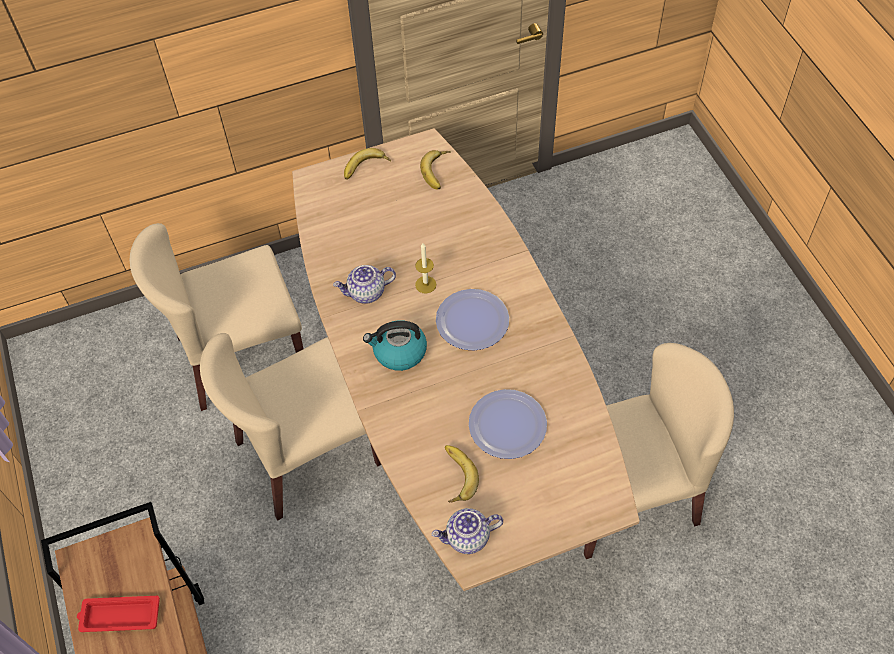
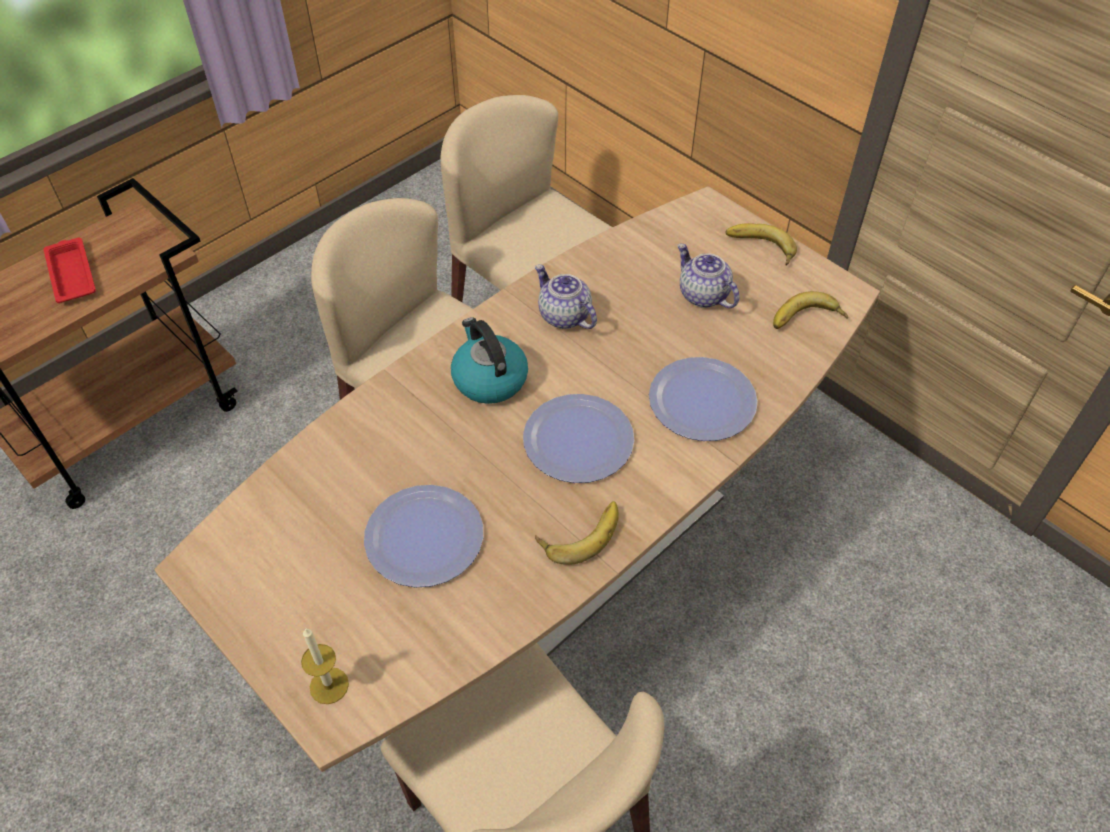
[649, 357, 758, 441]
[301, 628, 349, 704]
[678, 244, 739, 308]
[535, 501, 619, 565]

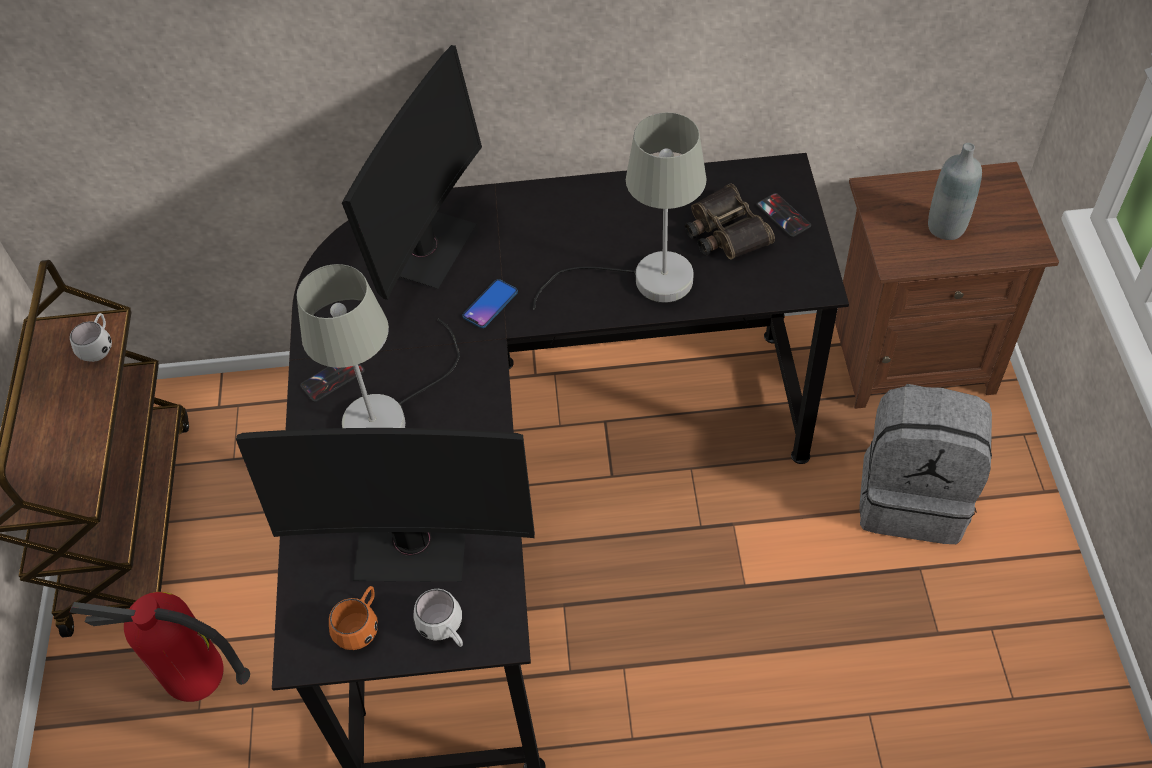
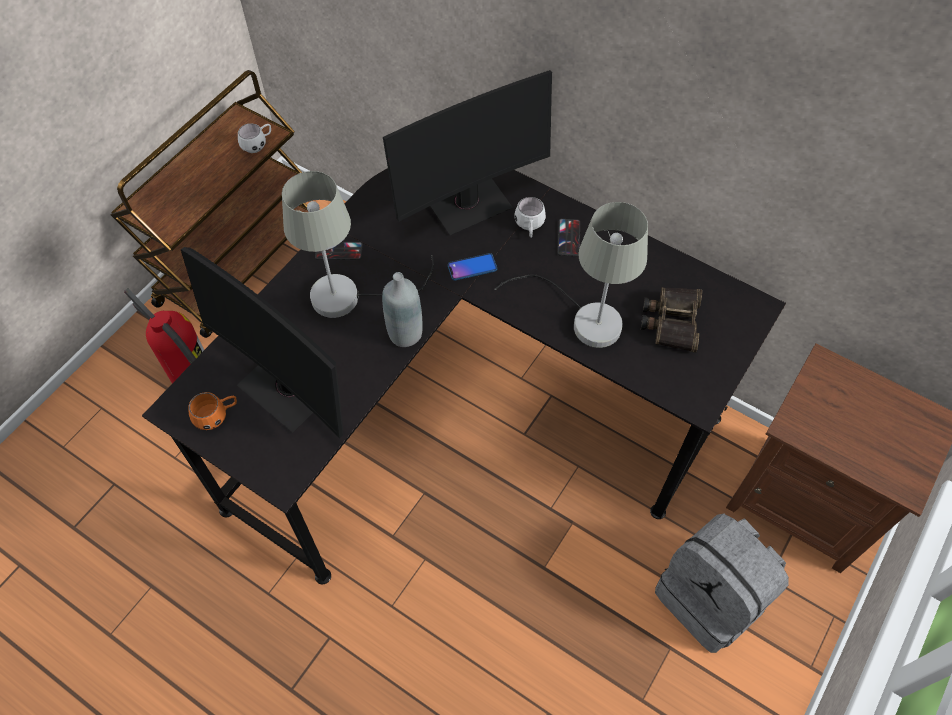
[514, 197, 546, 238]
[557, 219, 580, 256]
[382, 272, 423, 347]

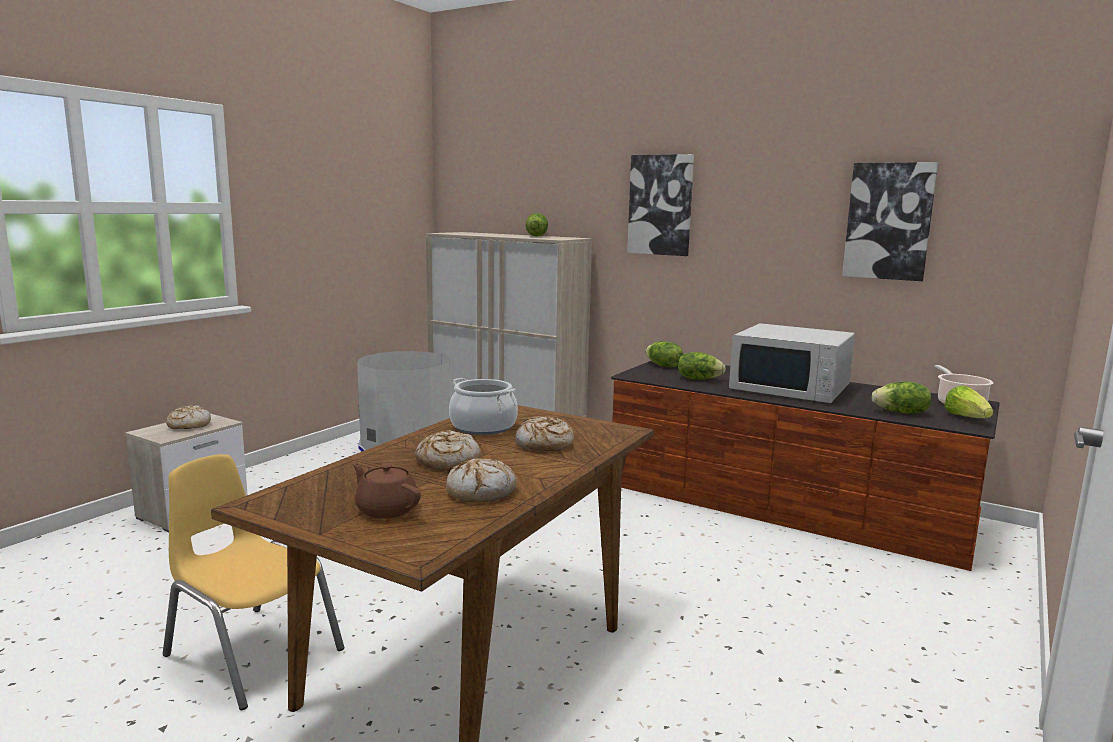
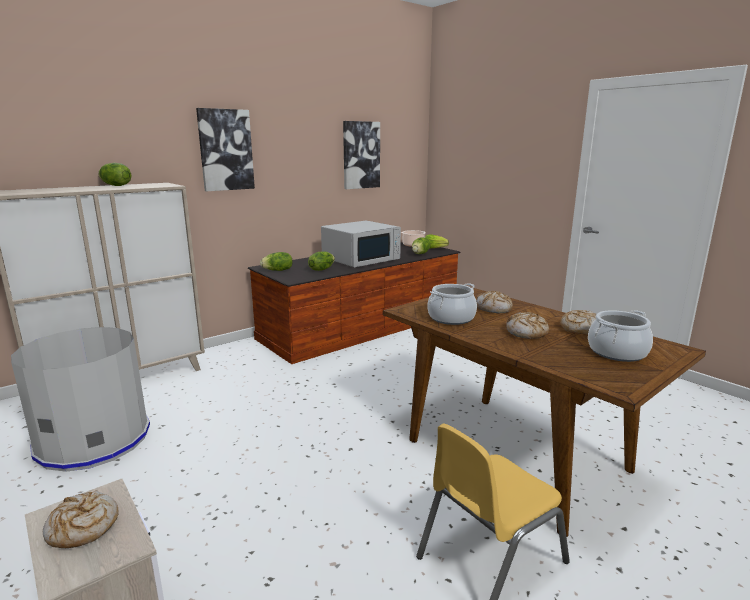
[588, 310, 653, 362]

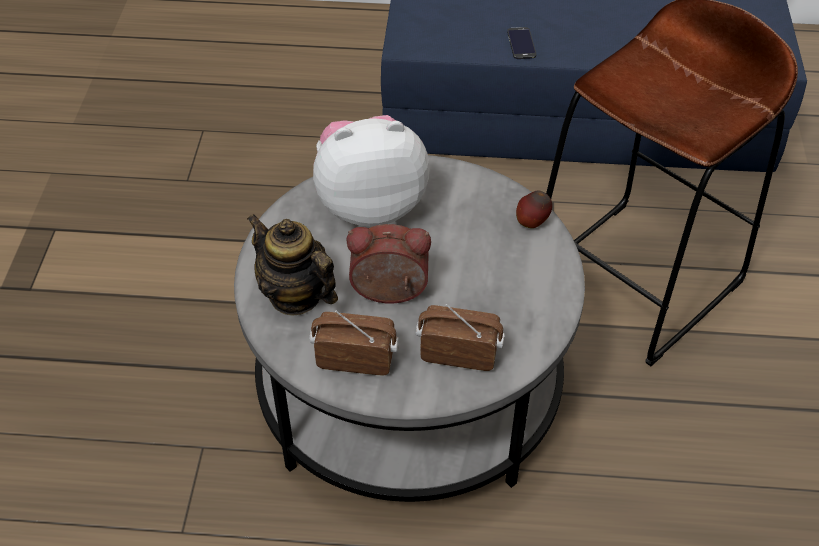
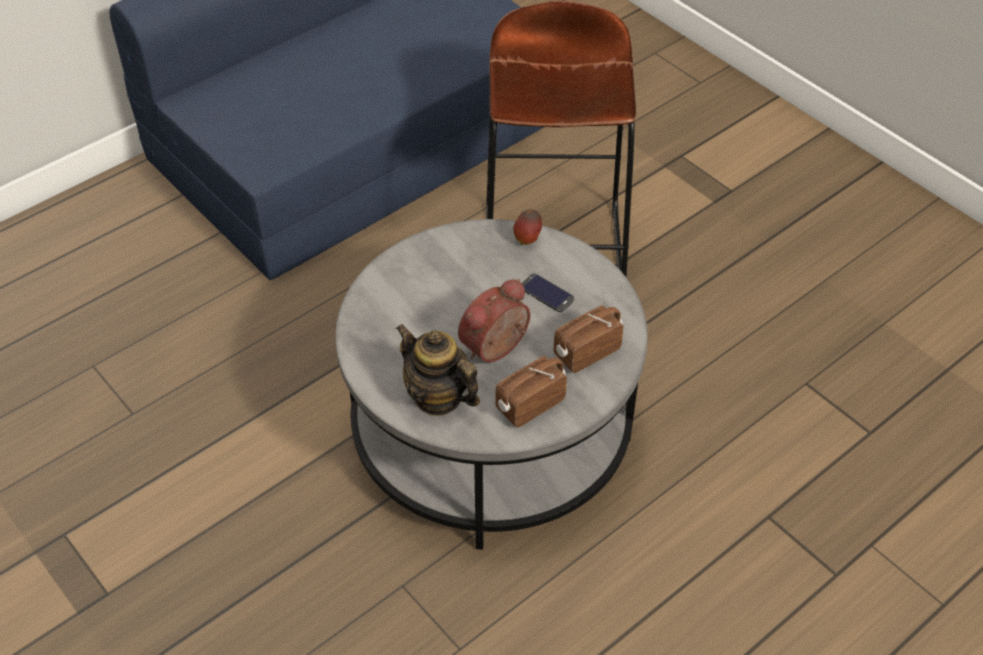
[313, 115, 430, 227] (first image)
[522, 273, 574, 312]
[396, 324, 480, 416]

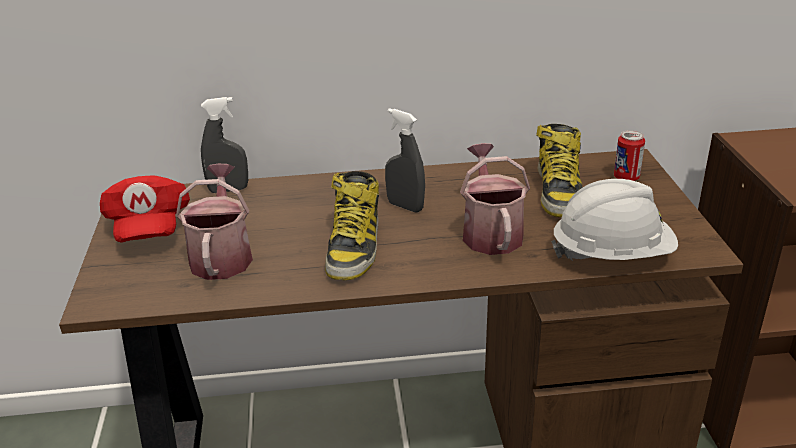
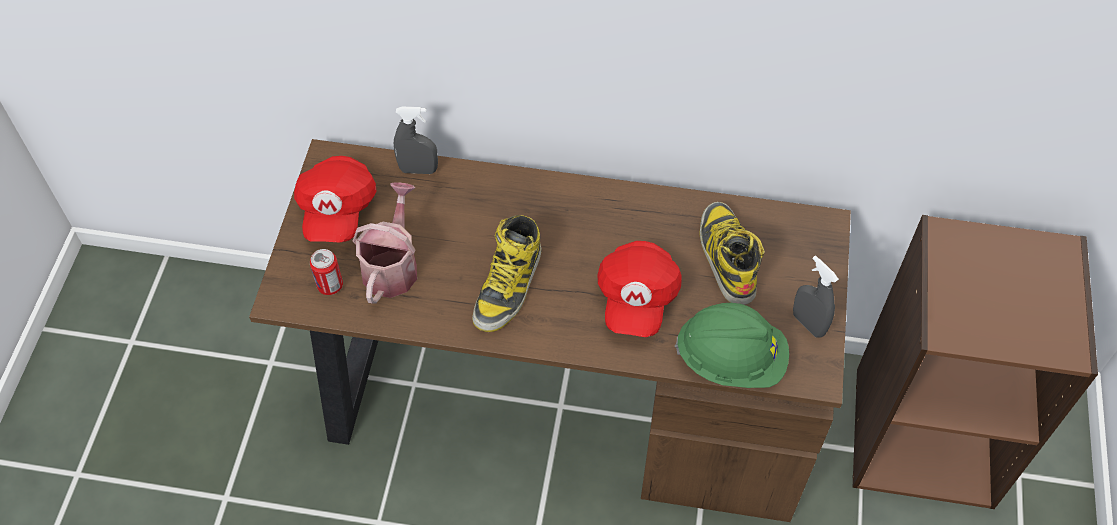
[793, 256, 839, 338]
[310, 249, 343, 295]
[597, 241, 682, 337]
[675, 303, 789, 388]
[700, 202, 765, 305]

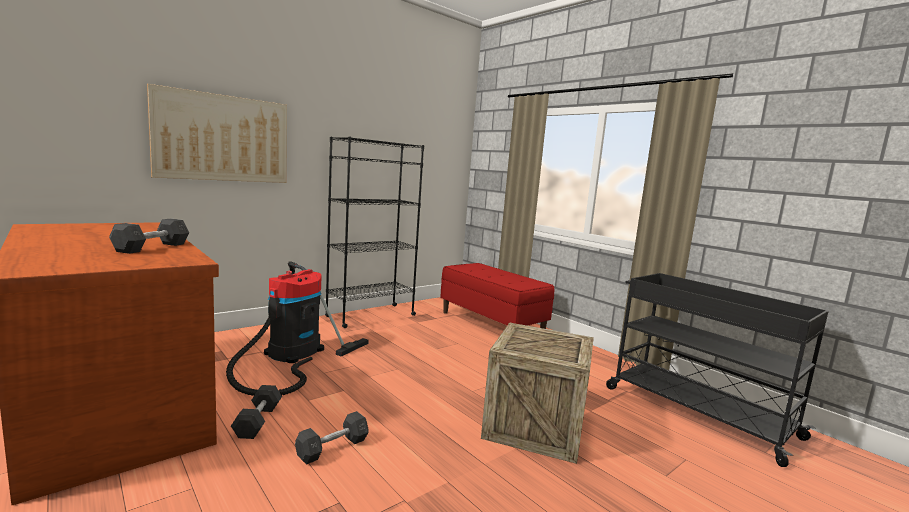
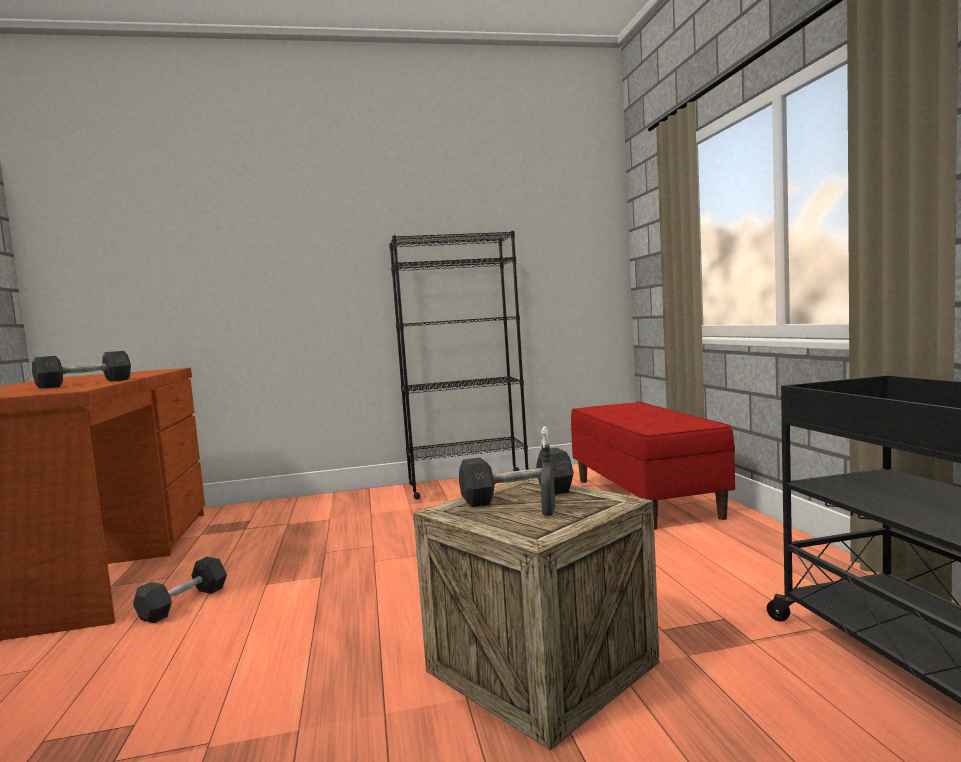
[147, 84, 287, 183] (first image)
[226, 261, 369, 396] (first image)
[540, 426, 555, 516]
[459, 448, 574, 507]

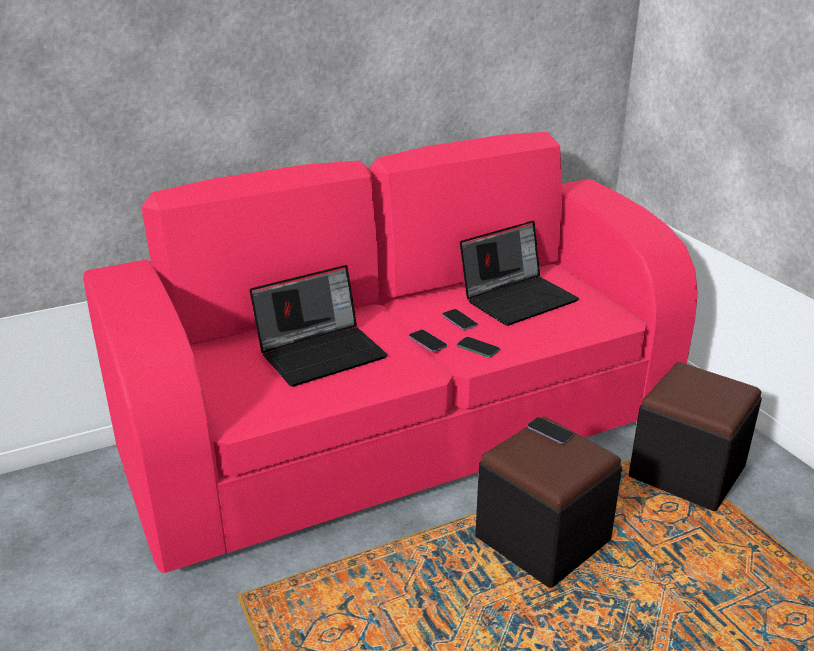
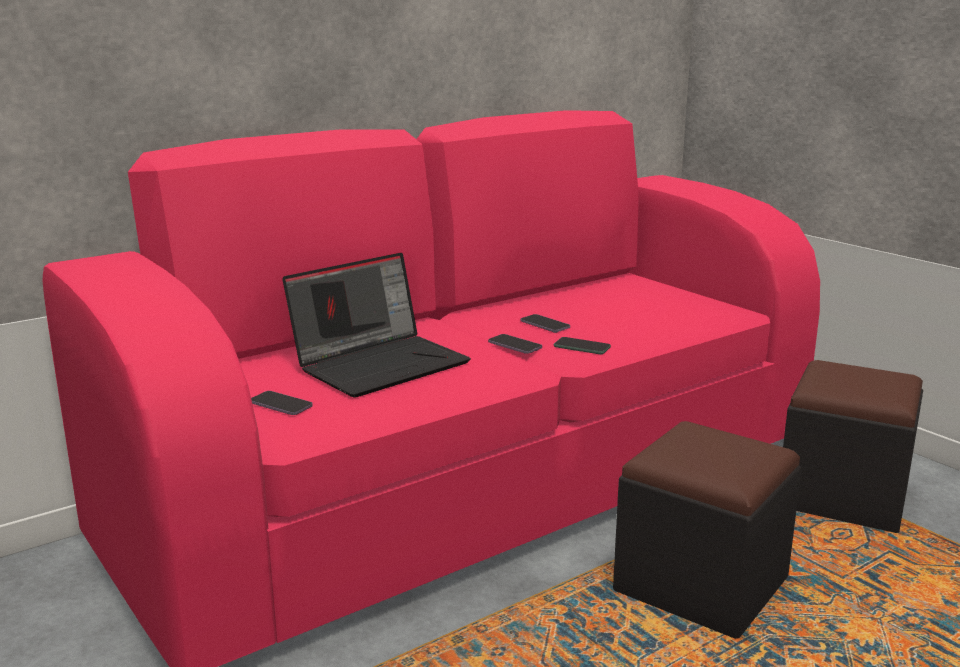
[460, 221, 579, 326] (first image)
[251, 391, 313, 415]

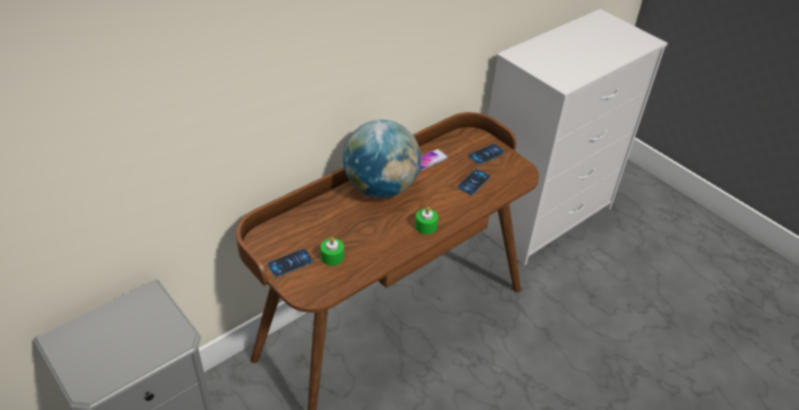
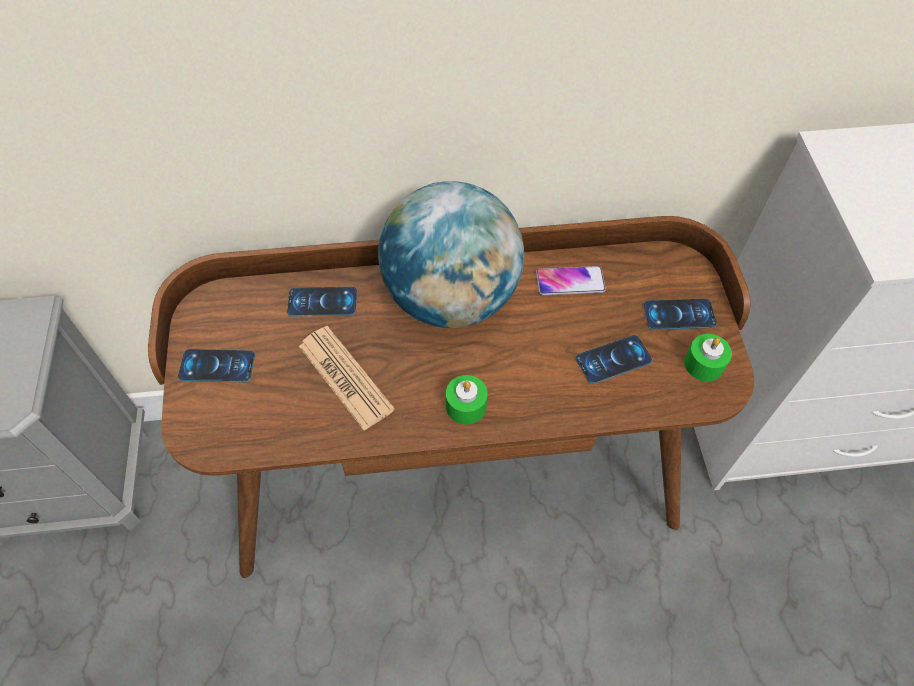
[287, 287, 357, 317]
[299, 326, 395, 431]
[684, 334, 732, 381]

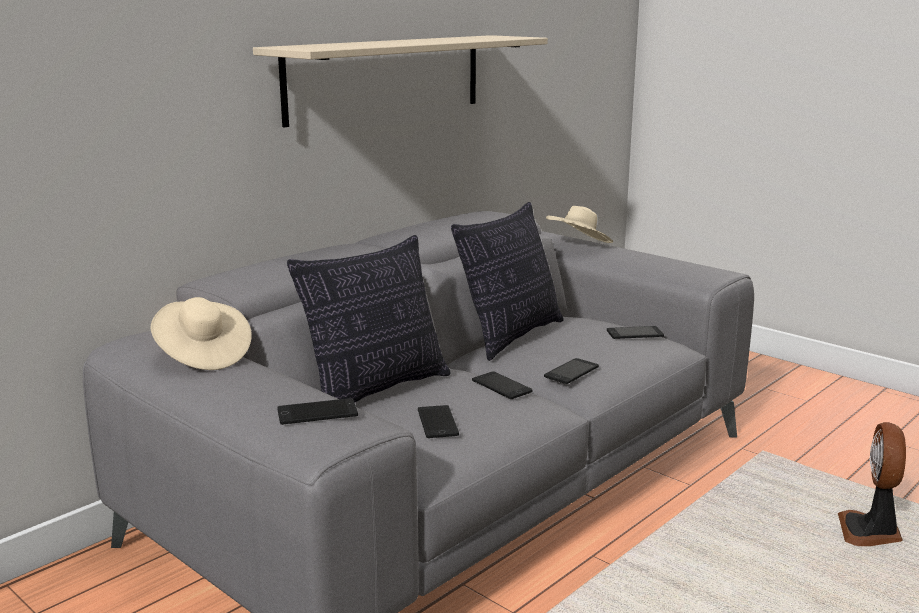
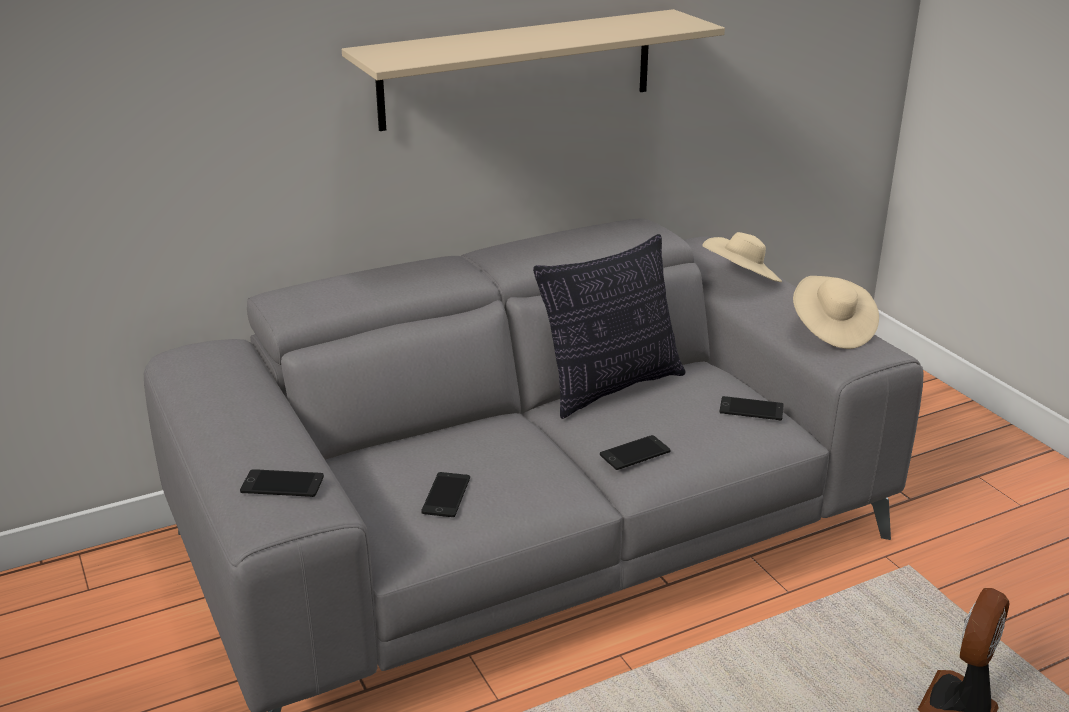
[287, 235, 450, 403] (first image)
[472, 371, 533, 399] (first image)
[793, 276, 879, 349]

